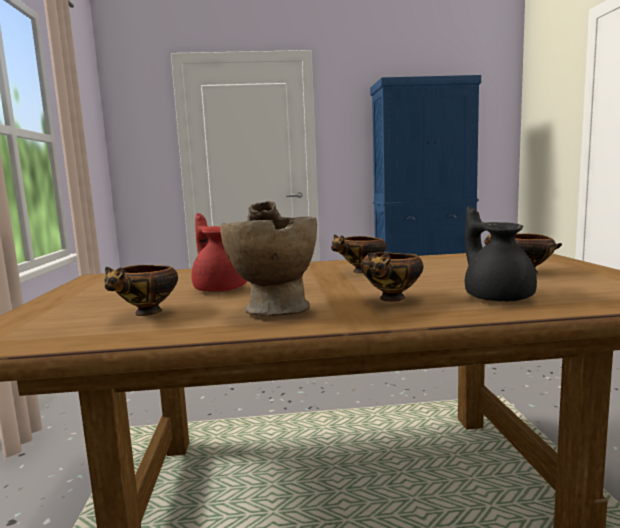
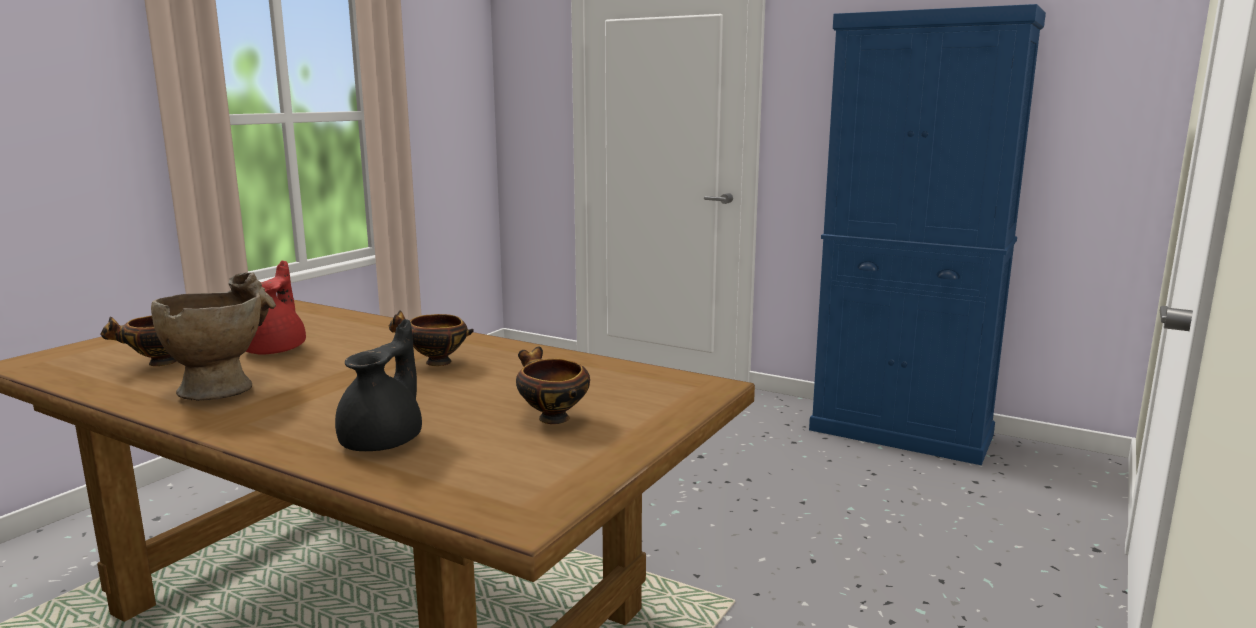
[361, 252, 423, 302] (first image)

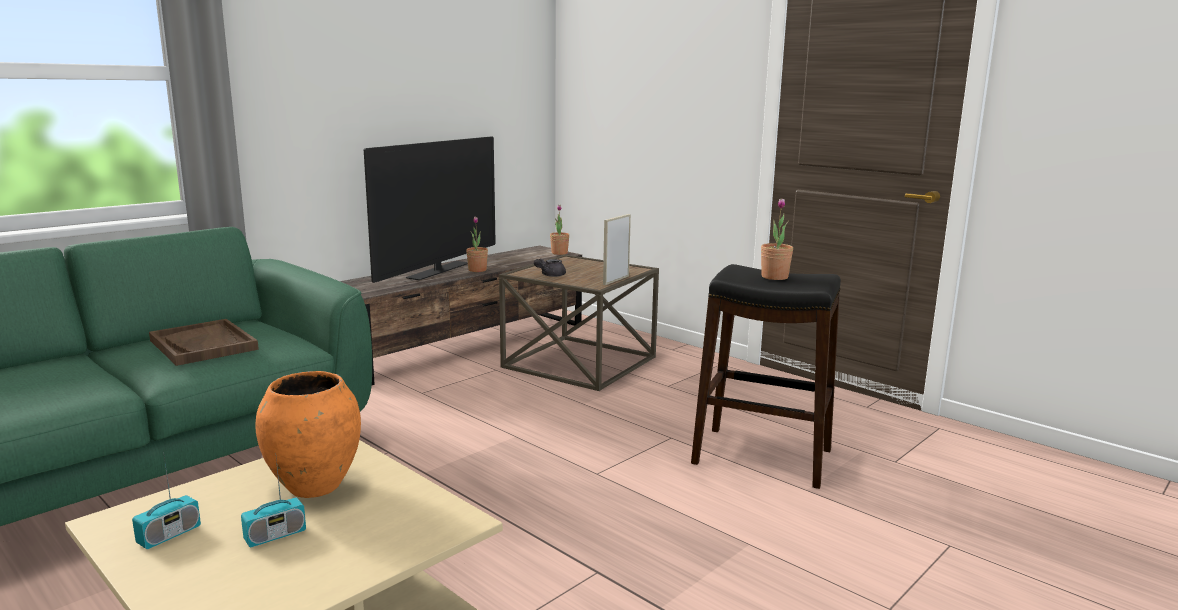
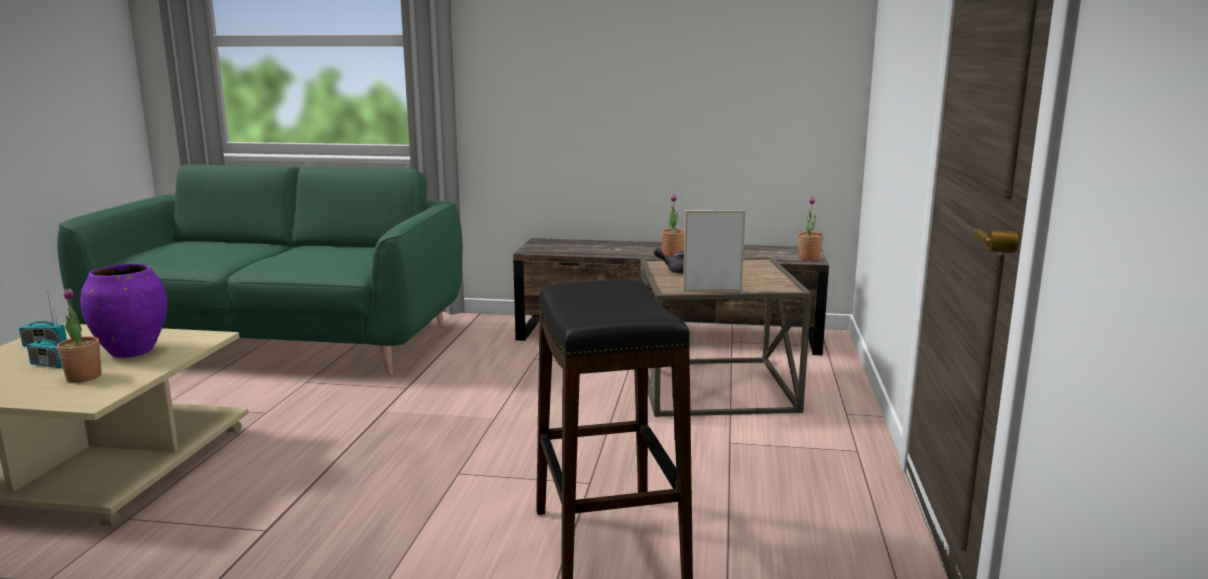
[149, 319, 259, 366] (first image)
[364, 136, 496, 283] (first image)
[57, 288, 101, 383]
[80, 264, 167, 358]

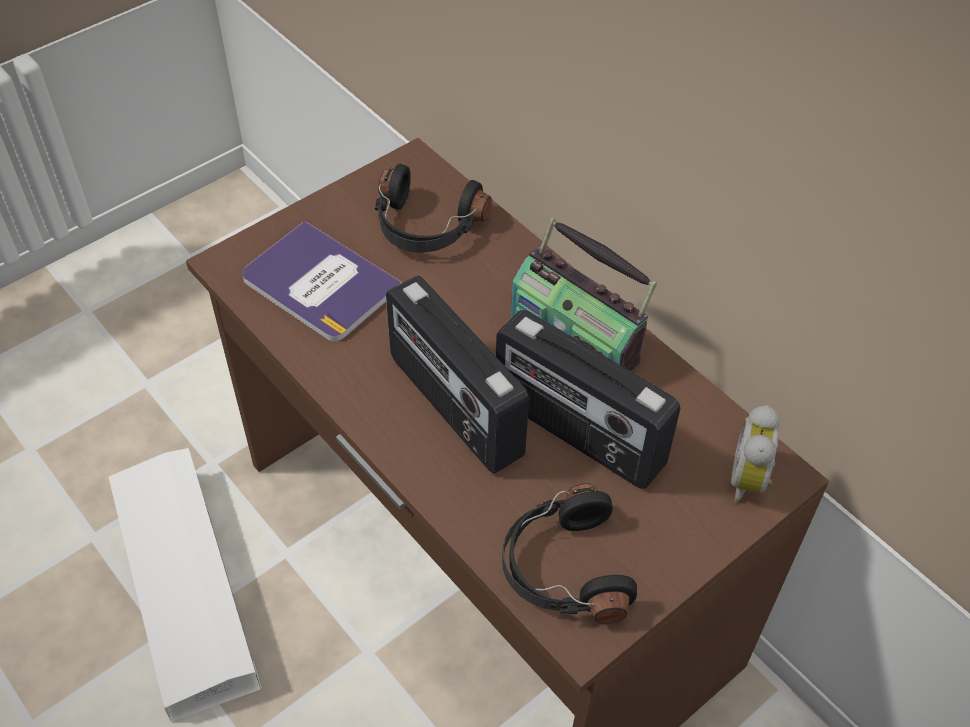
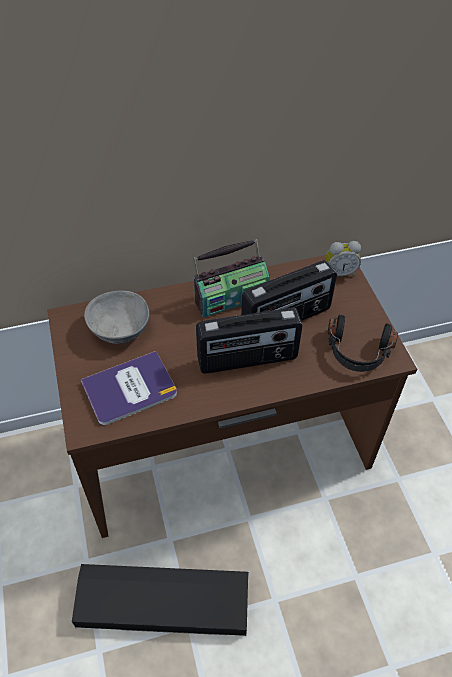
[84, 291, 149, 344]
[72, 564, 249, 636]
[325, 241, 361, 276]

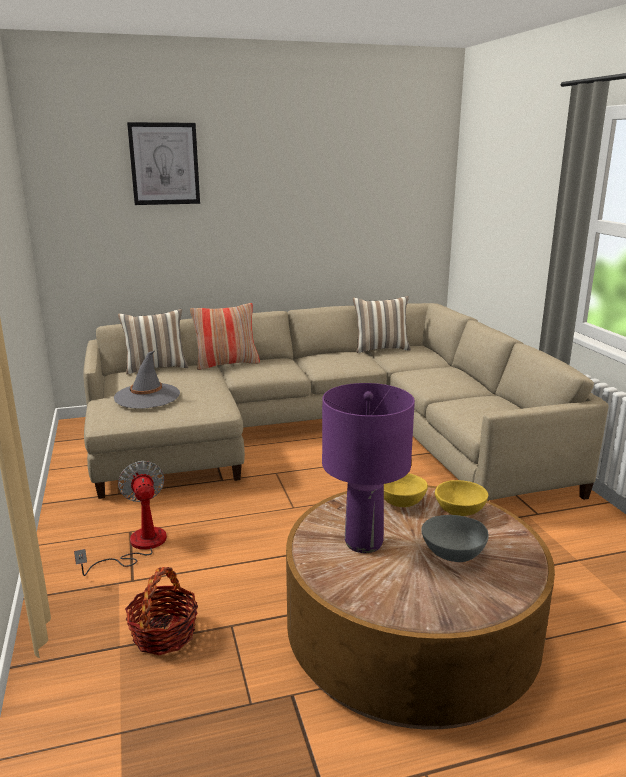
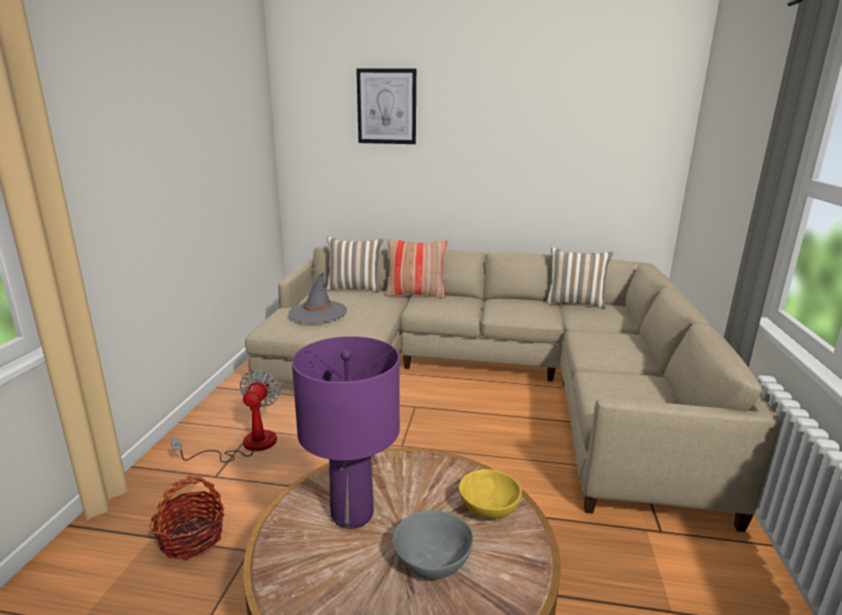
[384, 473, 428, 507] (first image)

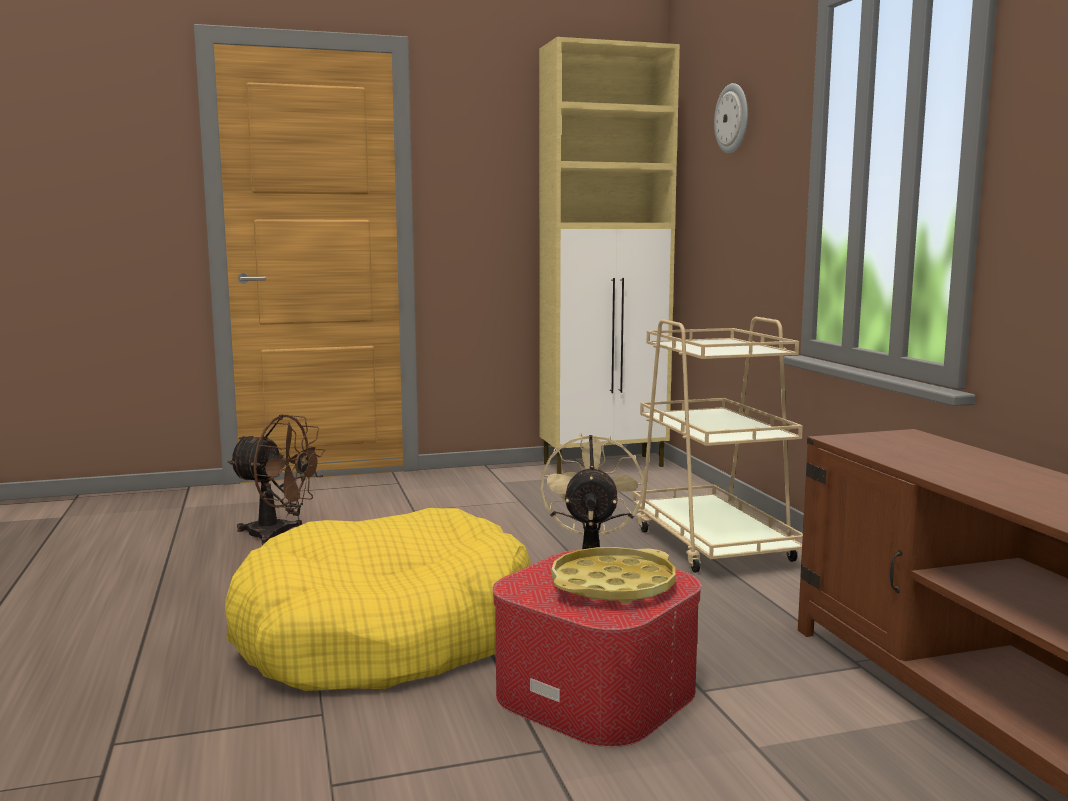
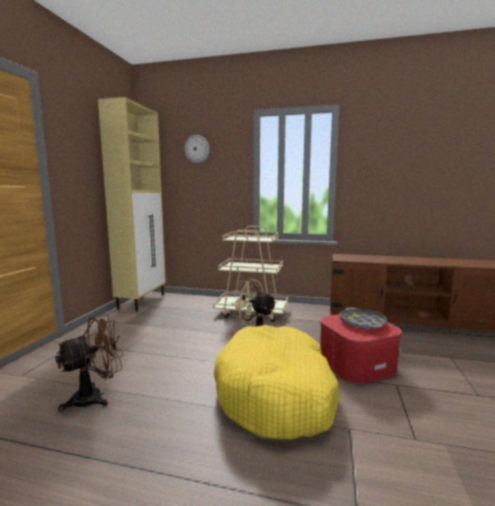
[339, 308, 387, 329]

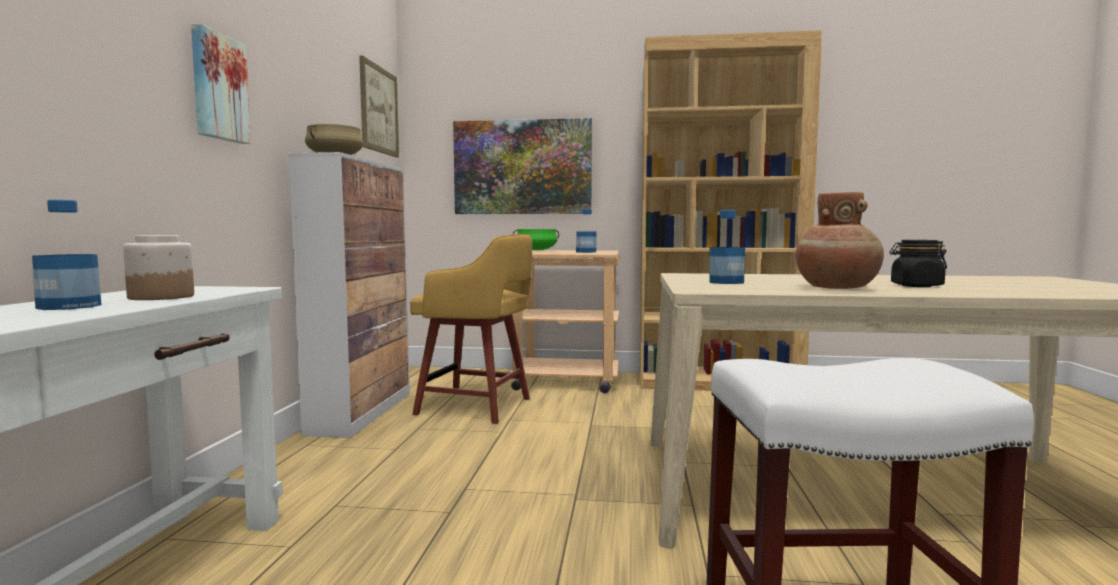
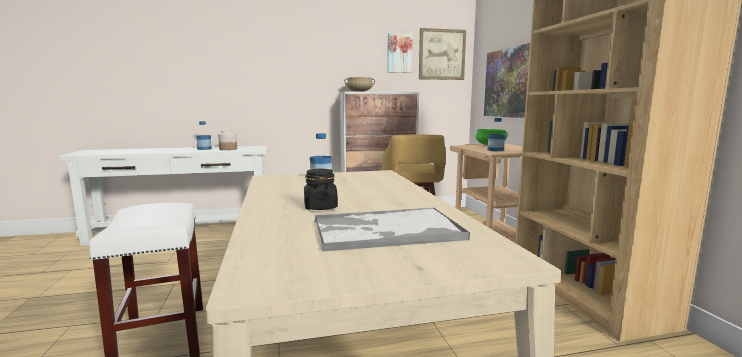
[796, 192, 884, 289] (first image)
[315, 207, 470, 252]
[387, 33, 413, 73]

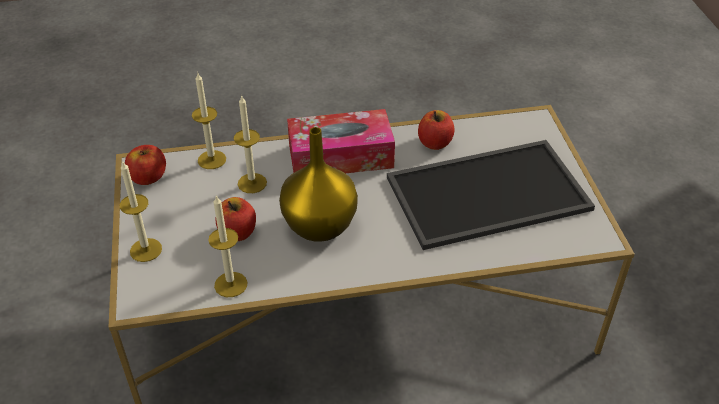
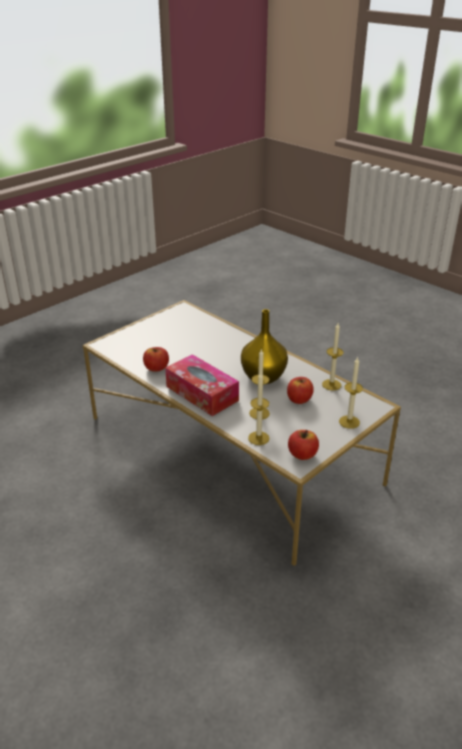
[387, 140, 595, 250] (first image)

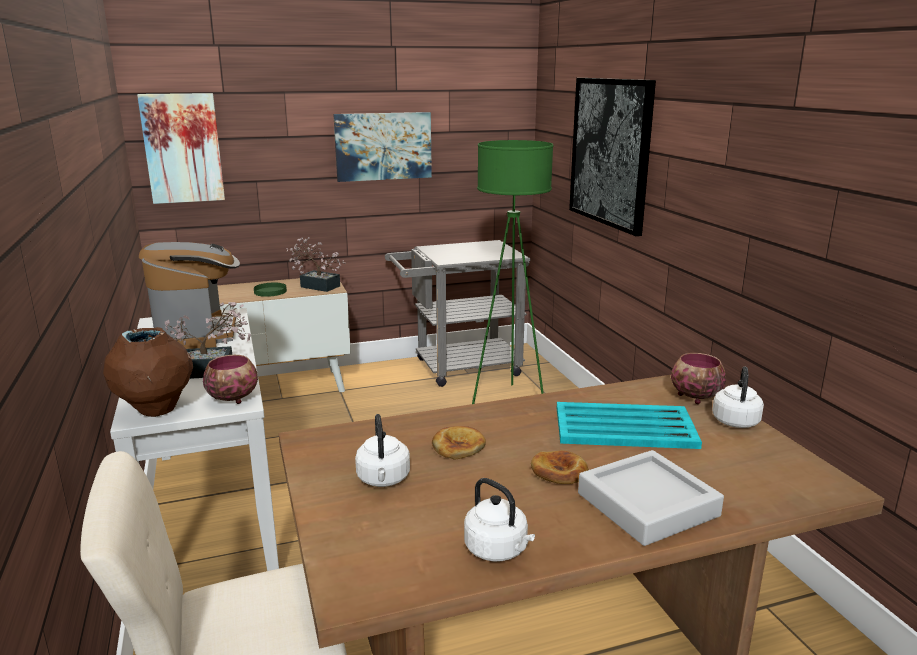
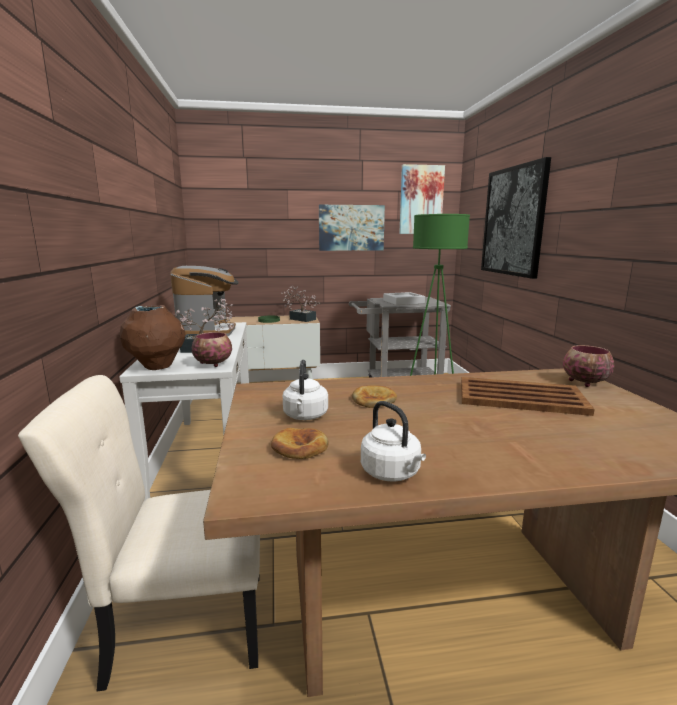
[712, 367, 764, 428] (first image)
[399, 164, 445, 234]
[271, 428, 329, 459]
[383, 292, 425, 305]
[461, 377, 595, 416]

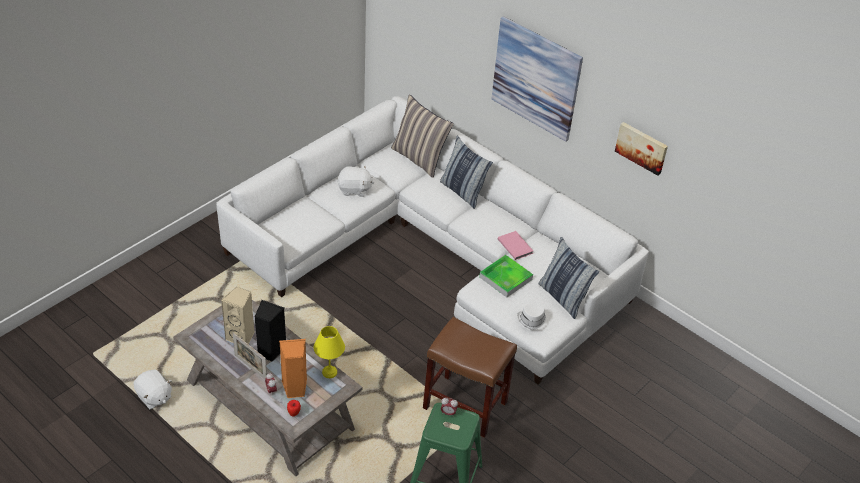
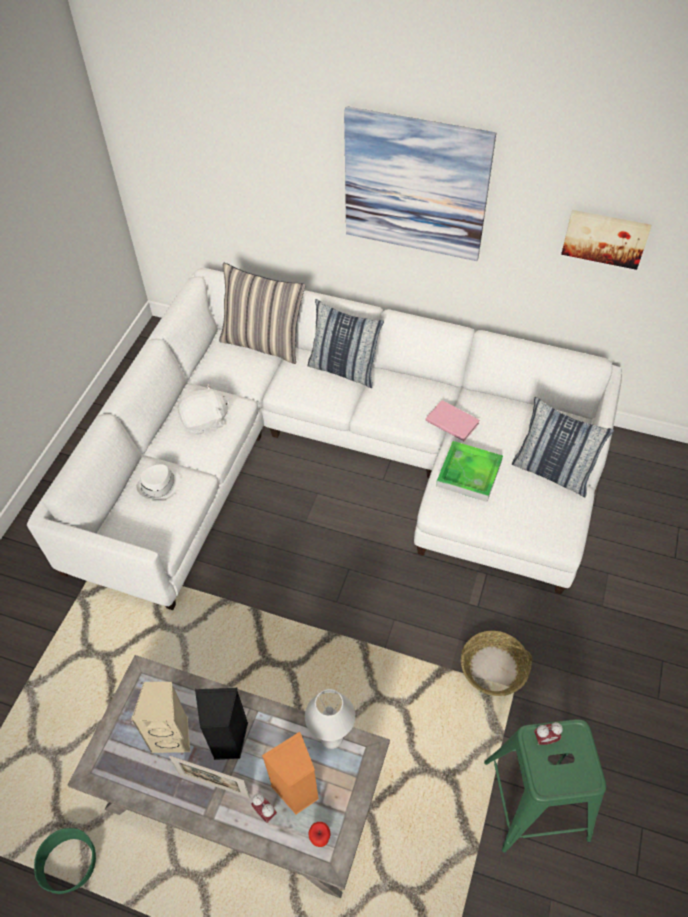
[136, 464, 180, 501]
[34, 828, 96, 894]
[461, 631, 532, 696]
[305, 689, 355, 749]

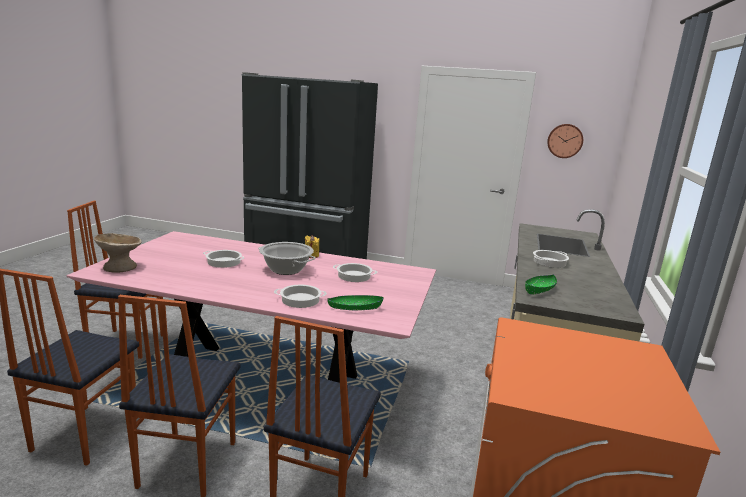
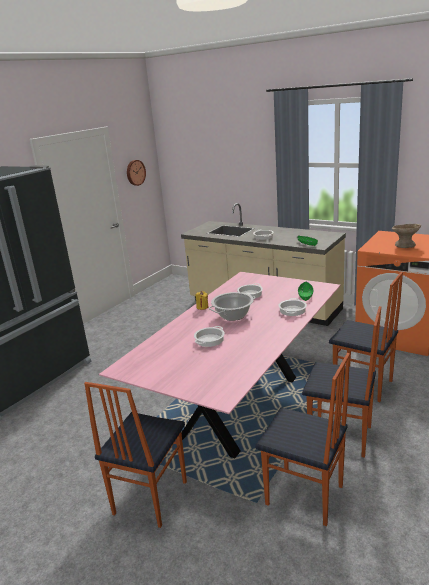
[392, 224, 421, 248]

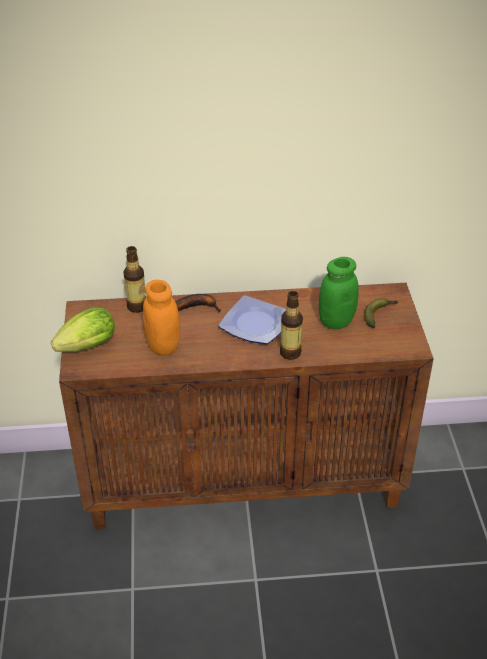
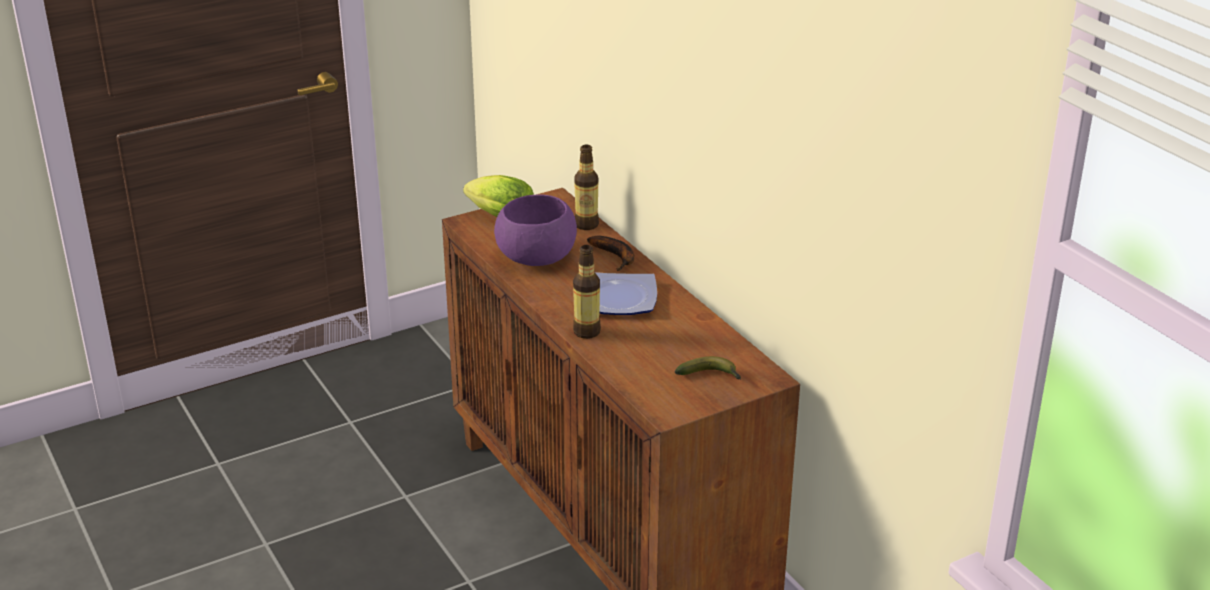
[319, 257, 359, 329] (first image)
[494, 195, 577, 266]

